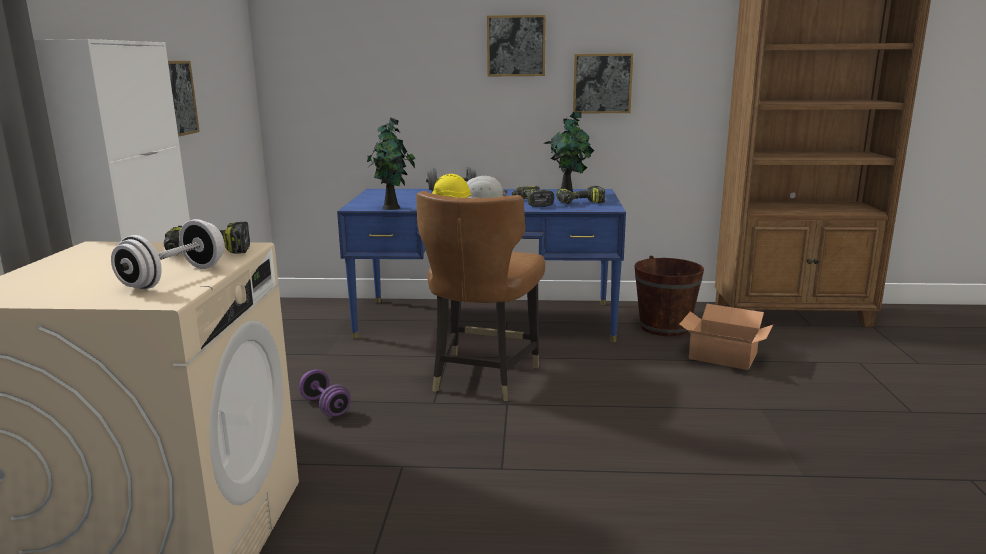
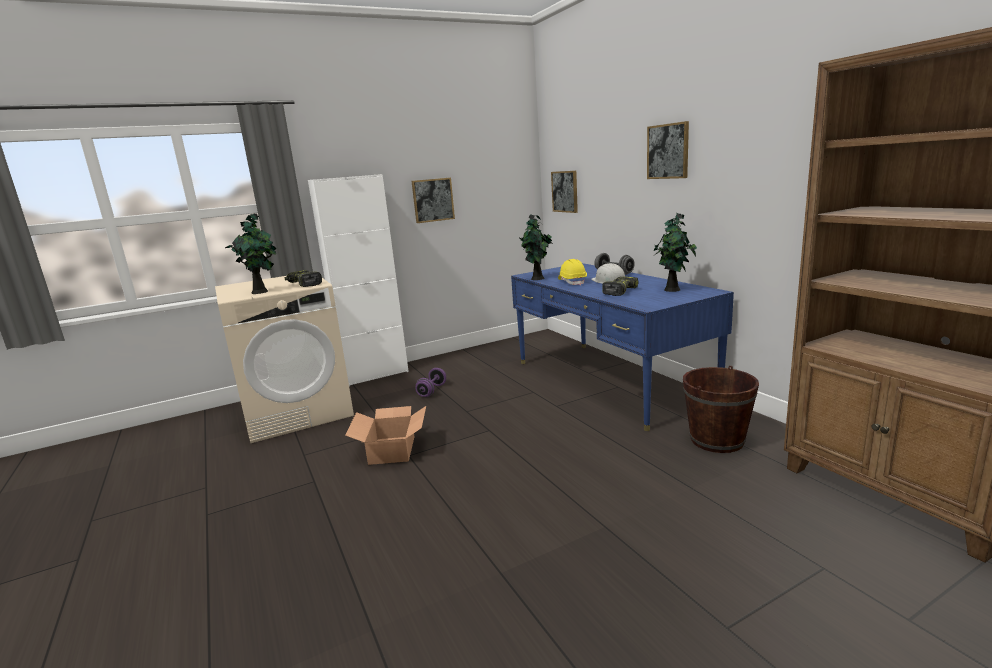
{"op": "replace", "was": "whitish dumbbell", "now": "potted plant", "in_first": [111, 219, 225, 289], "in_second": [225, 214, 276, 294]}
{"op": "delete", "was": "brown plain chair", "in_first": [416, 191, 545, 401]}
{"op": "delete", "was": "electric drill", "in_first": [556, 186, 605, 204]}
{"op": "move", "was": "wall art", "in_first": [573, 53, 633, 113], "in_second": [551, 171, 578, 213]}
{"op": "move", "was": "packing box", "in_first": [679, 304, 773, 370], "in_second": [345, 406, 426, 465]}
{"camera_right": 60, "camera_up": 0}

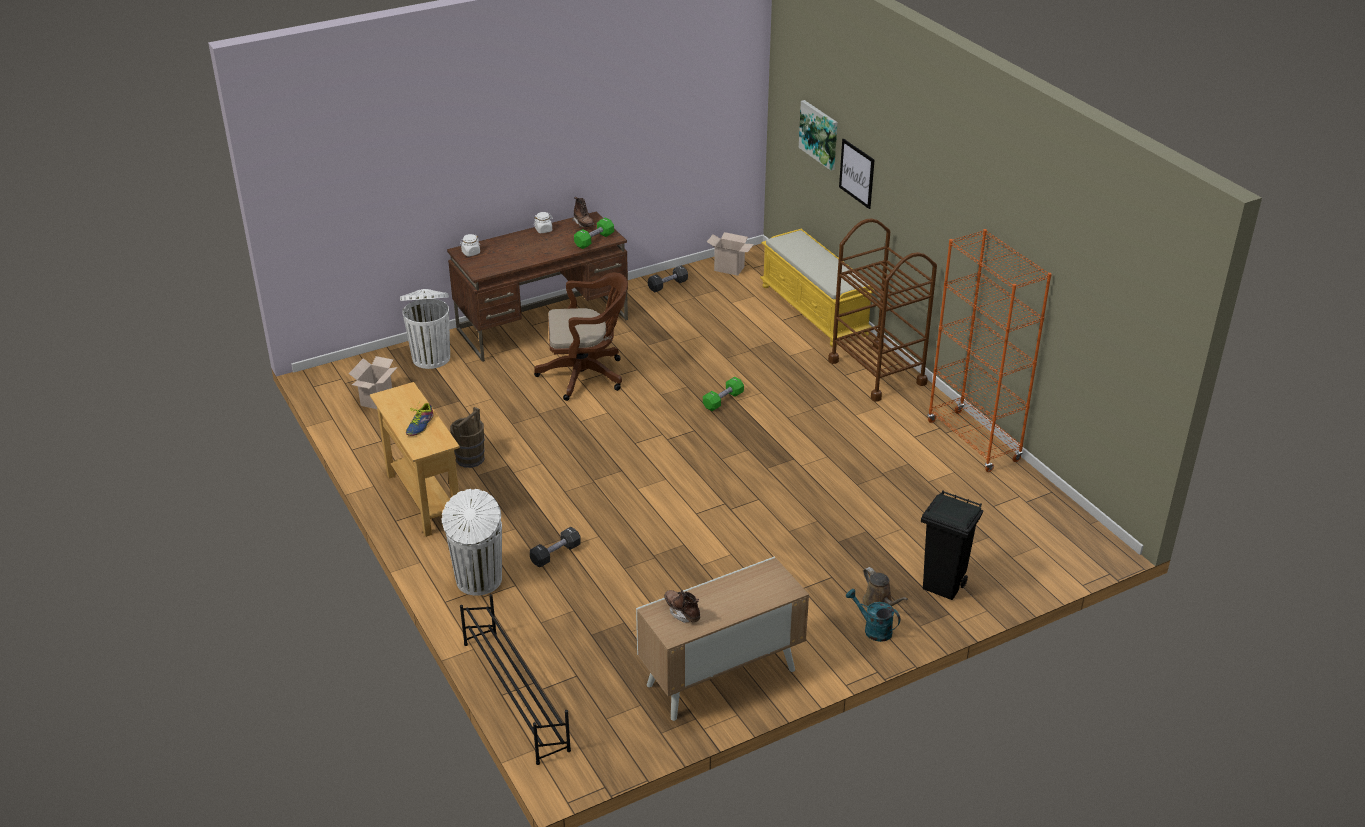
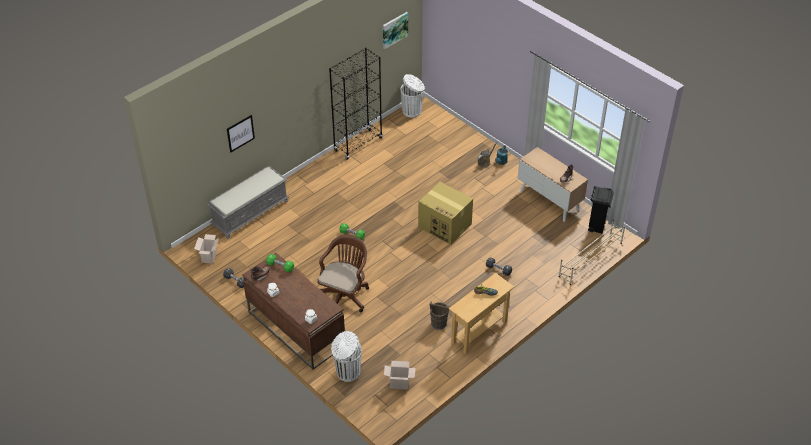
{"op": "move", "was": "whitish waste bin", "in_first": [442, 489, 502, 596], "in_second": [401, 74, 425, 117]}
{"op": "recolor", "was": "black shoe stand", "now": "sand-coloured shoe stand", "in_first": [460, 594, 571, 765], "in_second": [559, 220, 625, 285]}
{"op": "rotate", "was": "brown computer chair", "in_first": [534, 272, 628, 401], "in_second": [317, 235, 369, 313], "clockwise": 45}
{"op": "recolor", "was": "yellow indoor bench", "now": "greyish indoor bench", "in_first": [760, 229, 873, 347], "in_second": [207, 165, 289, 239]}
{"op": "move", "was": "wall art", "in_first": [799, 100, 837, 171], "in_second": [383, 12, 408, 49]}
{"op": "delete", "was": "brown cart", "in_first": [828, 218, 937, 402]}
{"op": "move", "was": "black waste bin", "in_first": [921, 491, 983, 600], "in_second": [588, 186, 614, 233]}
{"op": "recolor", "was": "orange-coloured shelving unit", "now": "black shelving unit", "in_first": [927, 229, 1052, 472], "in_second": [329, 48, 382, 160]}
{"op": "insert", "now": "packing box", "in_second": [418, 182, 473, 245]}
{"camera_right": -105, "camera_up": 10}

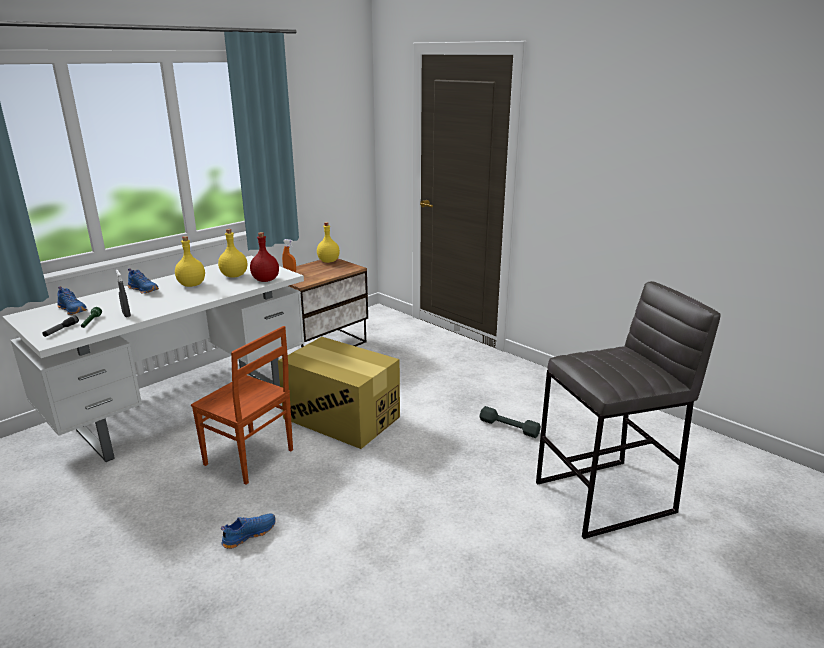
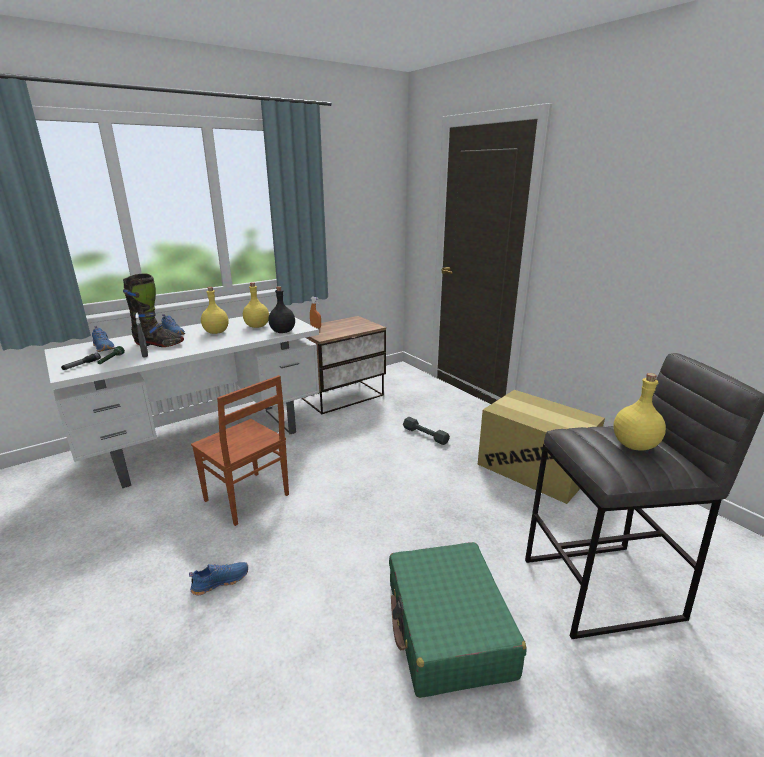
{"op": "recolor", "was": "red beverage bottle", "now": "black beverage bottle", "in_first": [250, 232, 279, 282], "in_second": [268, 286, 295, 333]}
{"op": "move", "was": "packing box", "in_first": [278, 337, 400, 449], "in_second": [478, 390, 605, 504]}
{"op": "move", "was": "yellow beverage bottle", "in_first": [317, 222, 340, 263], "in_second": [613, 373, 666, 451]}
{"op": "move", "was": "greyish dumbbell", "in_first": [479, 406, 541, 438], "in_second": [403, 417, 450, 445]}
{"op": "insert", "now": "black tall boot", "in_second": [123, 274, 184, 347]}
{"op": "insert", "now": "green-coloured travel case", "in_second": [389, 542, 527, 698]}
{"camera_right": 10, "camera_up": 0}

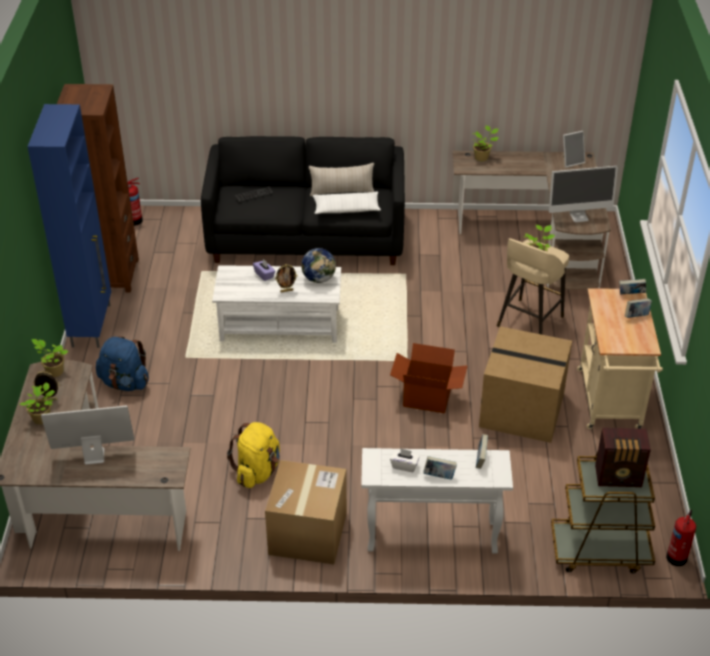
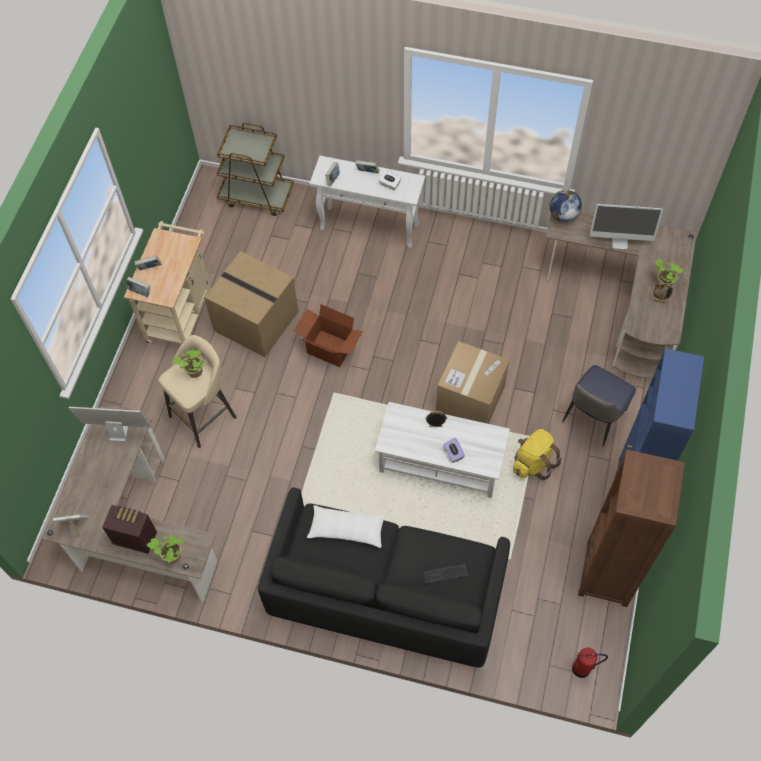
{"op": "delete", "was": "potted plant", "in_first": [31, 339, 68, 377]}
{"op": "replace", "was": "bluish rucksack", "now": "plain chair", "in_first": [96, 336, 149, 391], "in_second": [562, 365, 636, 447]}
{"op": "move", "was": "yellow rucksack", "in_first": [227, 422, 280, 488], "in_second": [513, 429, 561, 480]}
{"op": "move", "was": "packing box", "in_first": [265, 460, 347, 564], "in_second": [436, 341, 510, 424]}
{"op": "move", "was": "world globe", "in_first": [301, 248, 336, 283], "in_second": [549, 190, 582, 222]}
{"op": "delete", "was": "sand-coloured pillow", "in_first": [309, 163, 374, 196]}
{"op": "move", "was": "radio set", "in_first": [595, 428, 651, 487], "in_second": [102, 505, 157, 554]}
{"op": "delete", "was": "fire extinguisher", "in_first": [666, 510, 696, 566]}
{"camera_right": -165, "camera_up": 20}

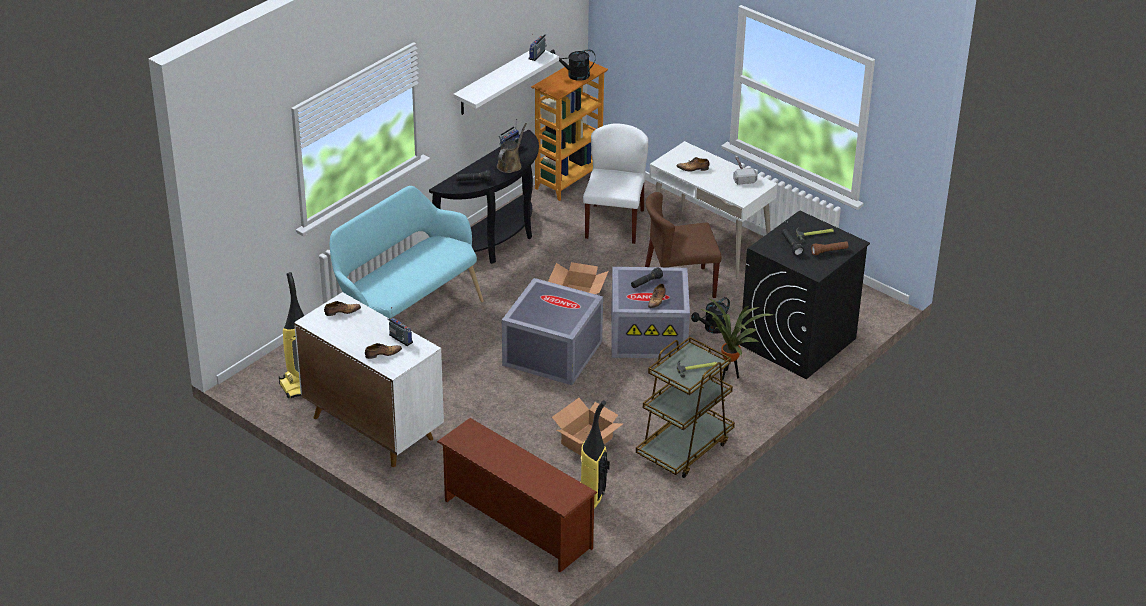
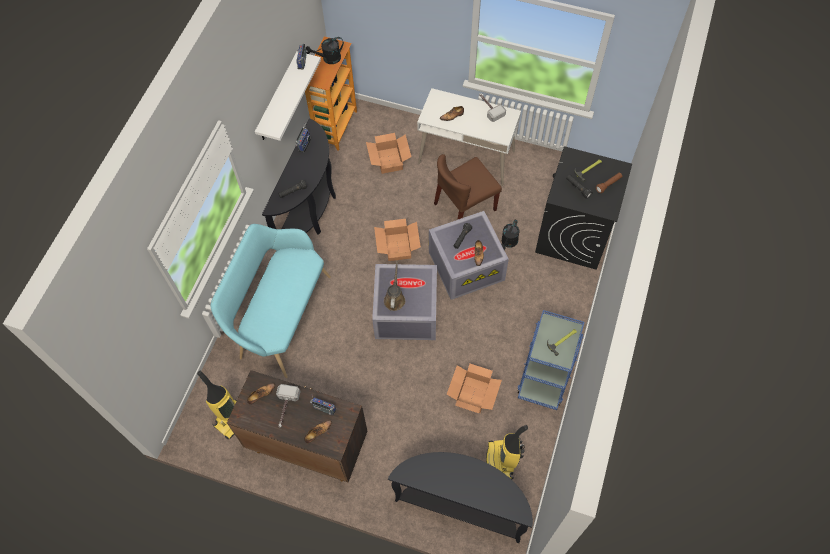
{"op": "recolor", "was": "whitish storage cabinet", "now": "brown storage cabinet", "in_first": [294, 292, 444, 467], "in_second": [227, 370, 367, 482]}
{"op": "replace", "was": "brown shoe stand", "now": "black console table", "in_first": [437, 418, 597, 572], "in_second": [388, 452, 533, 543]}
{"op": "move", "was": "brown sprinkling can", "in_first": [497, 123, 527, 173], "in_second": [384, 261, 405, 311]}
{"op": "replace", "was": "whitish plain chair", "now": "packing box", "in_first": [583, 123, 648, 244], "in_second": [366, 133, 411, 174]}
{"op": "recolor", "was": "brown cart", "now": "bluish cart", "in_first": [636, 337, 735, 478], "in_second": [517, 310, 584, 410]}
{"op": "delete", "was": "potted plant", "in_first": [701, 299, 774, 380]}
{"op": "insert", "now": "hammer", "in_second": [276, 384, 300, 427]}
{"camera_right": -20, "camera_up": 25}

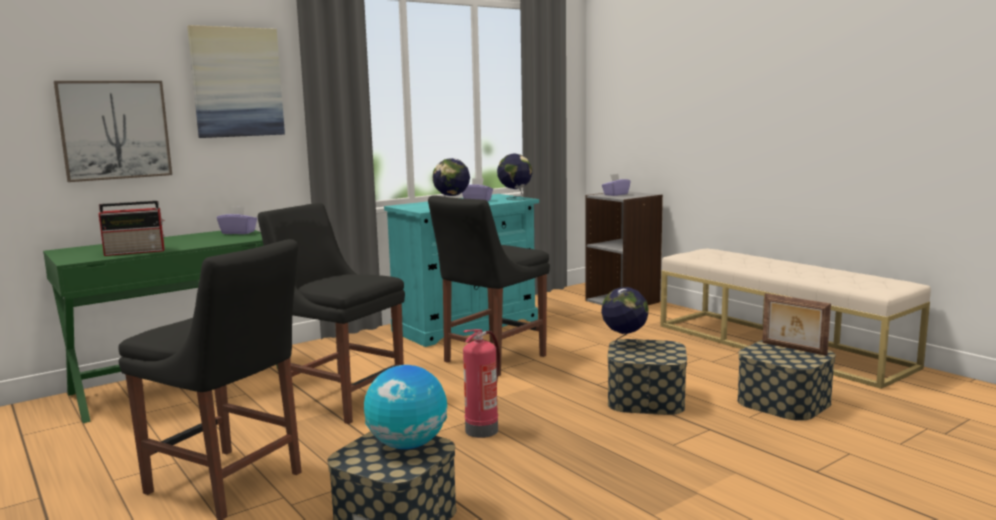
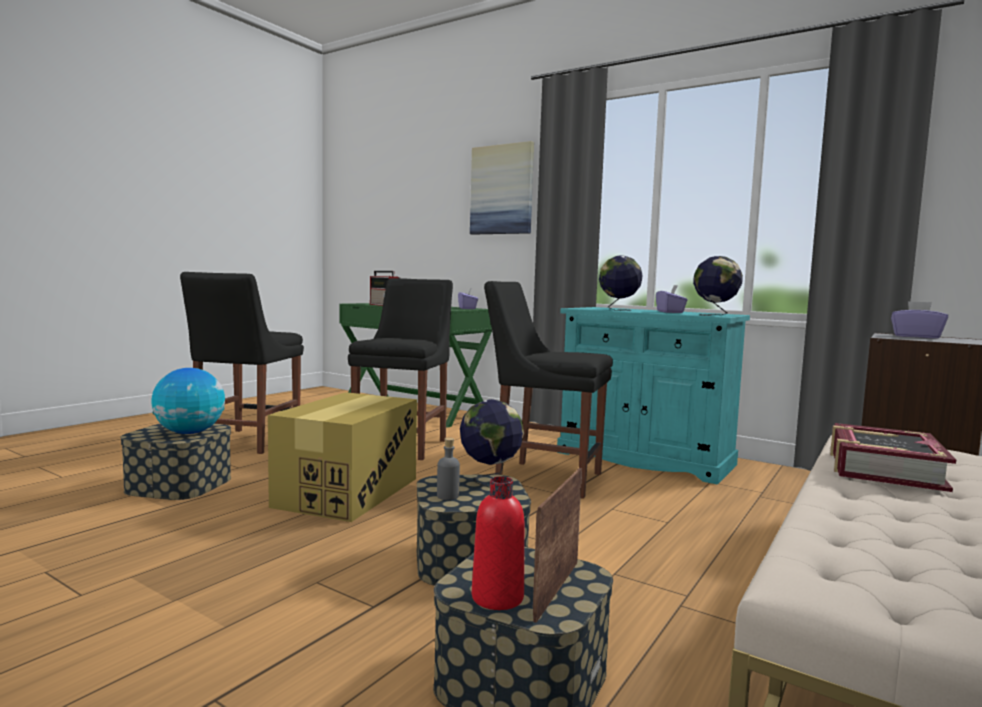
{"op": "delete", "was": "wall art", "in_first": [54, 81, 172, 182]}
{"op": "replace", "was": "fire extinguisher", "now": "packing box", "in_first": [463, 329, 500, 438], "in_second": [268, 392, 417, 522]}
{"op": "insert", "now": "greyish beverage bottle", "in_second": [437, 438, 460, 500]}
{"op": "insert", "now": "red beverage bottle", "in_second": [472, 476, 524, 610]}
{"op": "insert", "now": "book", "in_second": [830, 423, 956, 492]}
{"camera_right": 70, "camera_up": -5}

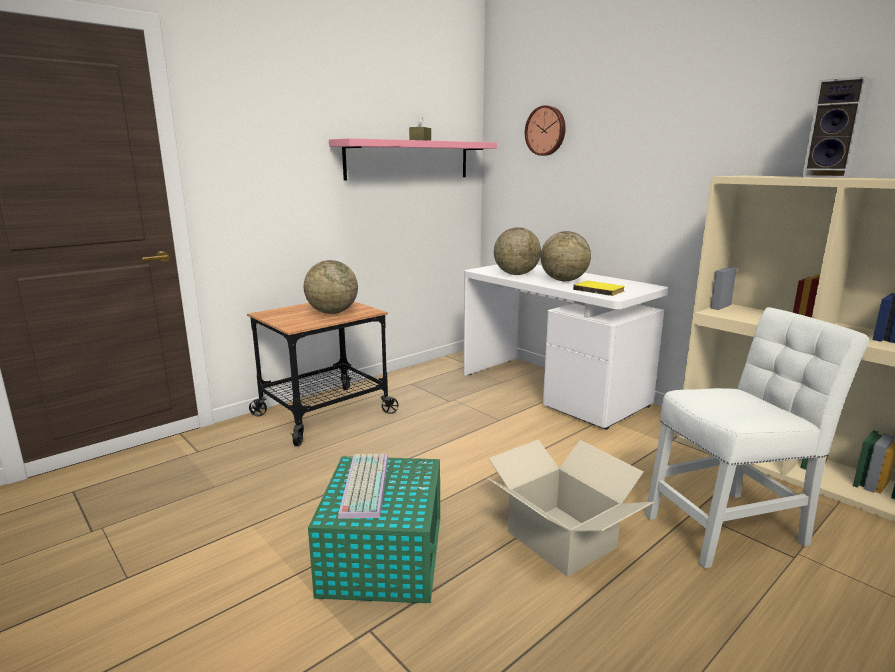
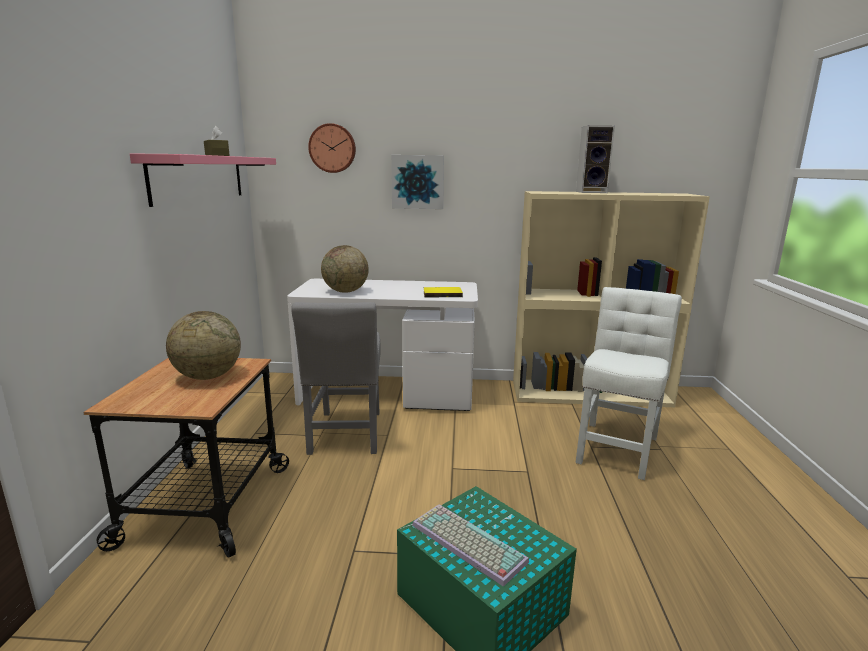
{"op": "delete", "was": "packing box", "in_first": [487, 440, 654, 577]}
{"op": "delete", "was": "world globe", "in_first": [540, 231, 591, 281]}
{"op": "insert", "now": "greyish plain chair", "in_second": [291, 302, 381, 455]}
{"op": "insert", "now": "wall art", "in_second": [391, 155, 444, 209]}
{"camera_right": -45, "camera_up": 0}

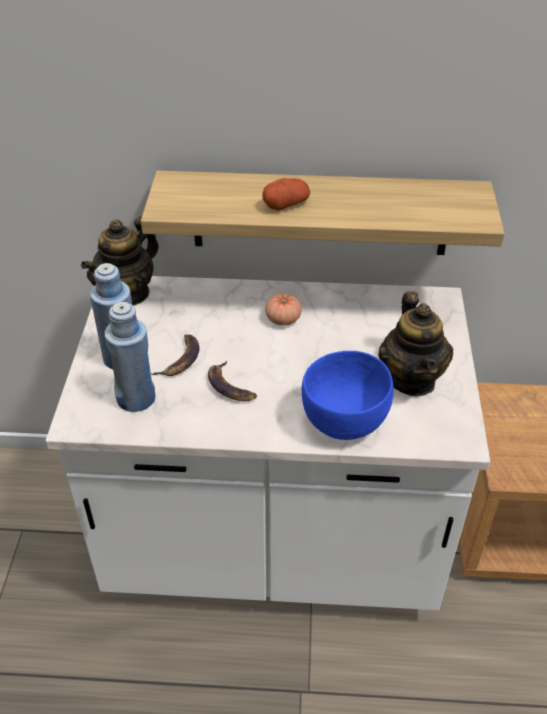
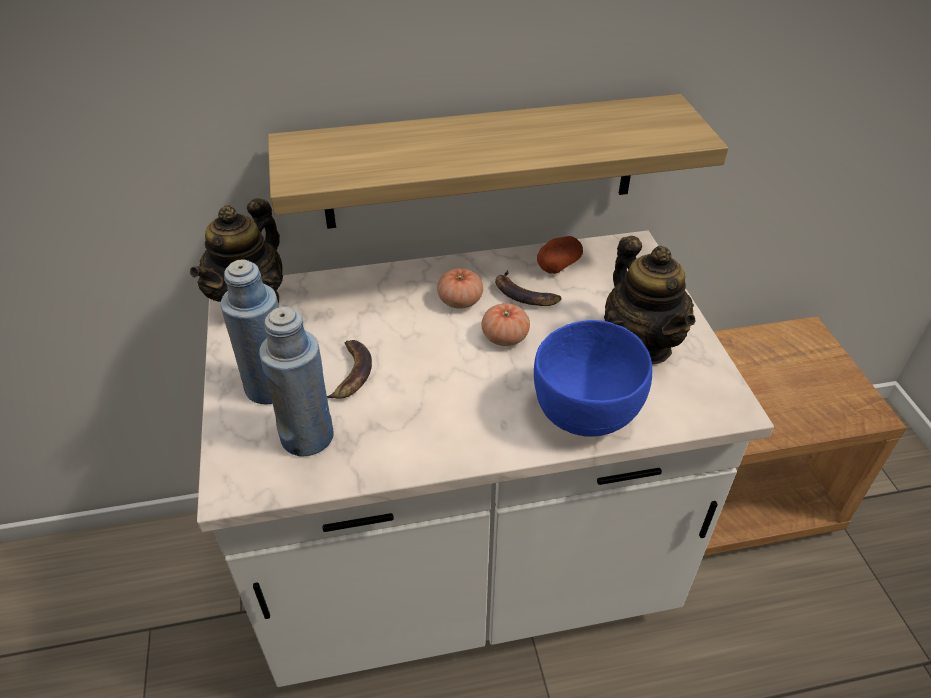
{"op": "move", "was": "banana", "in_first": [208, 360, 257, 401], "in_second": [495, 270, 561, 306]}
{"op": "move", "was": "whole potato", "in_first": [262, 178, 310, 211], "in_second": [537, 236, 583, 274]}
{"op": "insert", "now": "fresh tomato", "in_second": [481, 303, 530, 346]}
{"camera_right": -15, "camera_up": 0}

